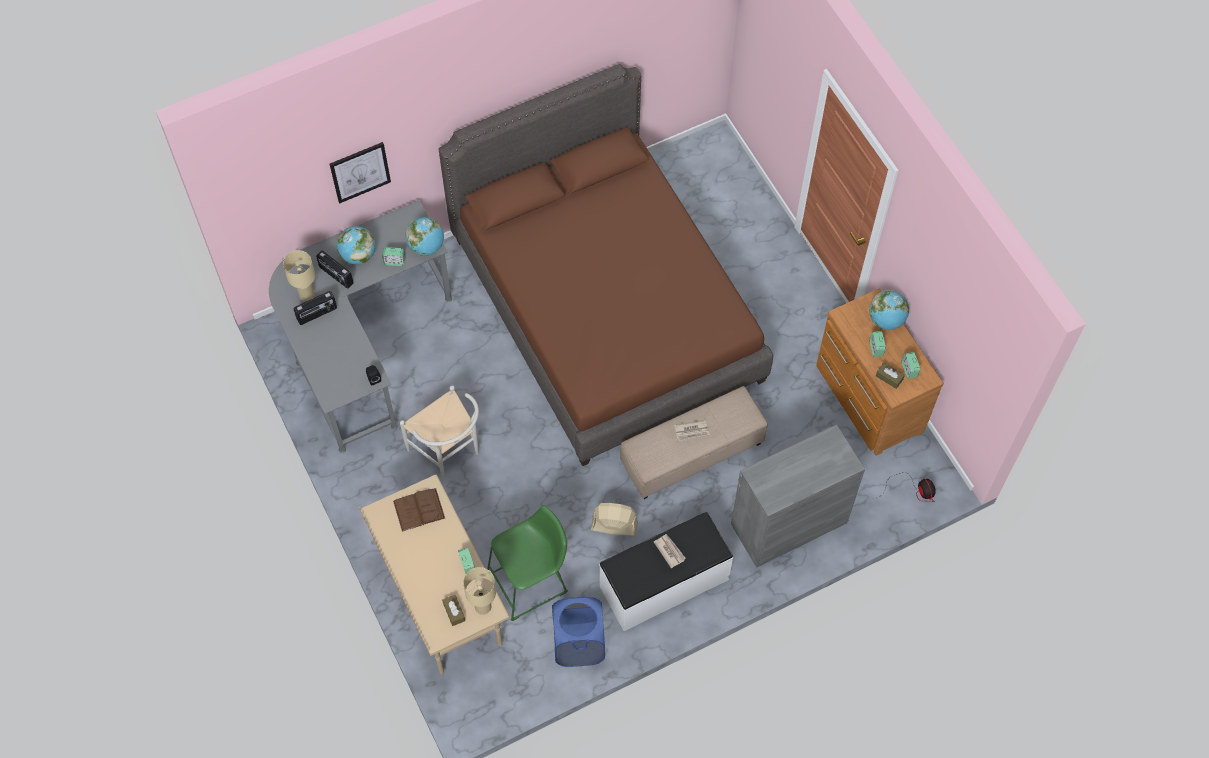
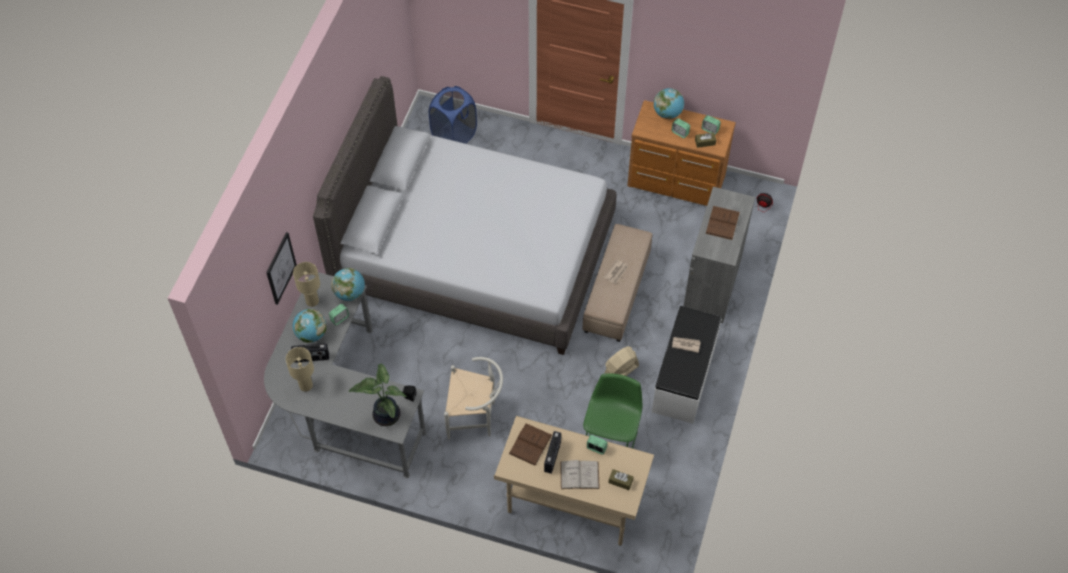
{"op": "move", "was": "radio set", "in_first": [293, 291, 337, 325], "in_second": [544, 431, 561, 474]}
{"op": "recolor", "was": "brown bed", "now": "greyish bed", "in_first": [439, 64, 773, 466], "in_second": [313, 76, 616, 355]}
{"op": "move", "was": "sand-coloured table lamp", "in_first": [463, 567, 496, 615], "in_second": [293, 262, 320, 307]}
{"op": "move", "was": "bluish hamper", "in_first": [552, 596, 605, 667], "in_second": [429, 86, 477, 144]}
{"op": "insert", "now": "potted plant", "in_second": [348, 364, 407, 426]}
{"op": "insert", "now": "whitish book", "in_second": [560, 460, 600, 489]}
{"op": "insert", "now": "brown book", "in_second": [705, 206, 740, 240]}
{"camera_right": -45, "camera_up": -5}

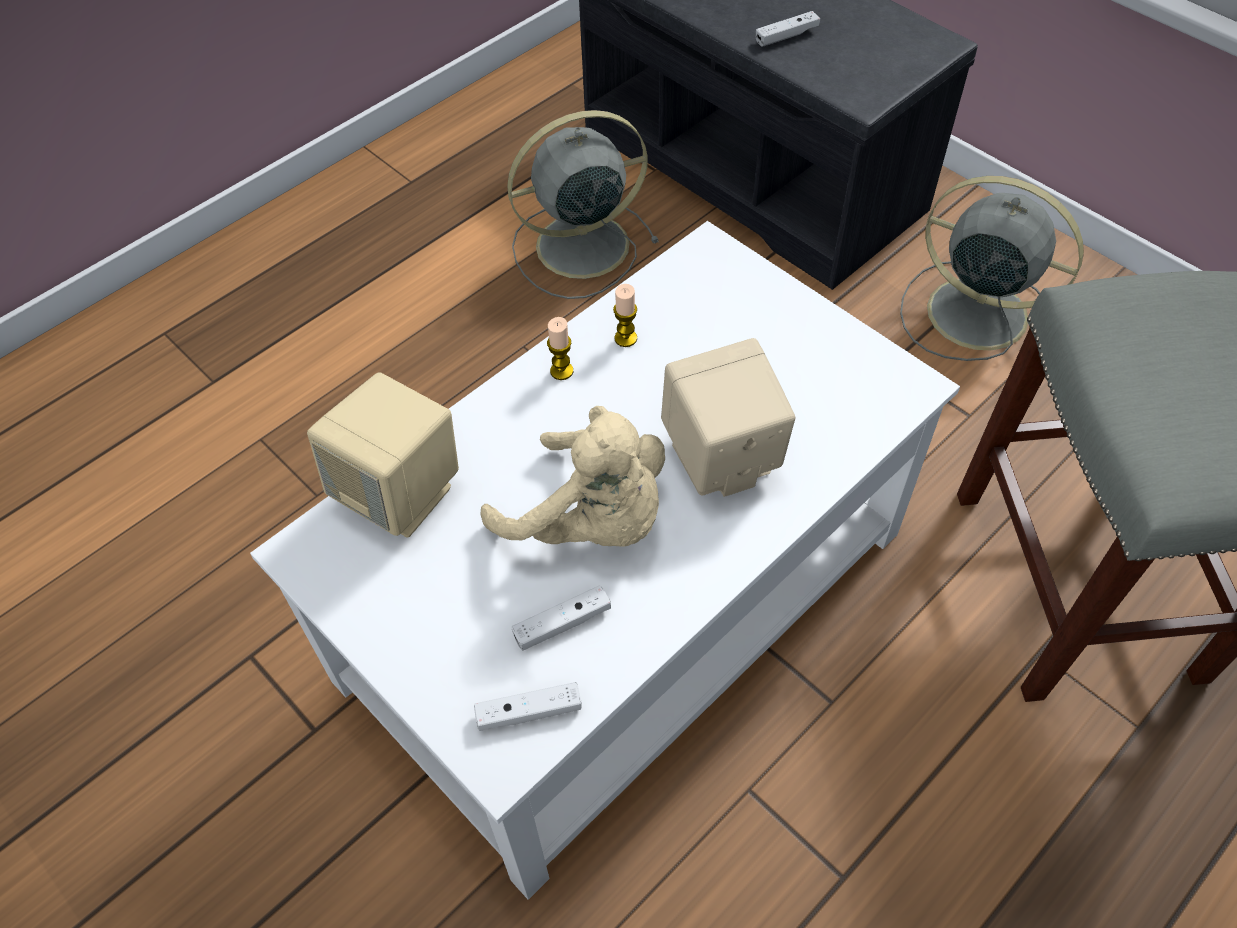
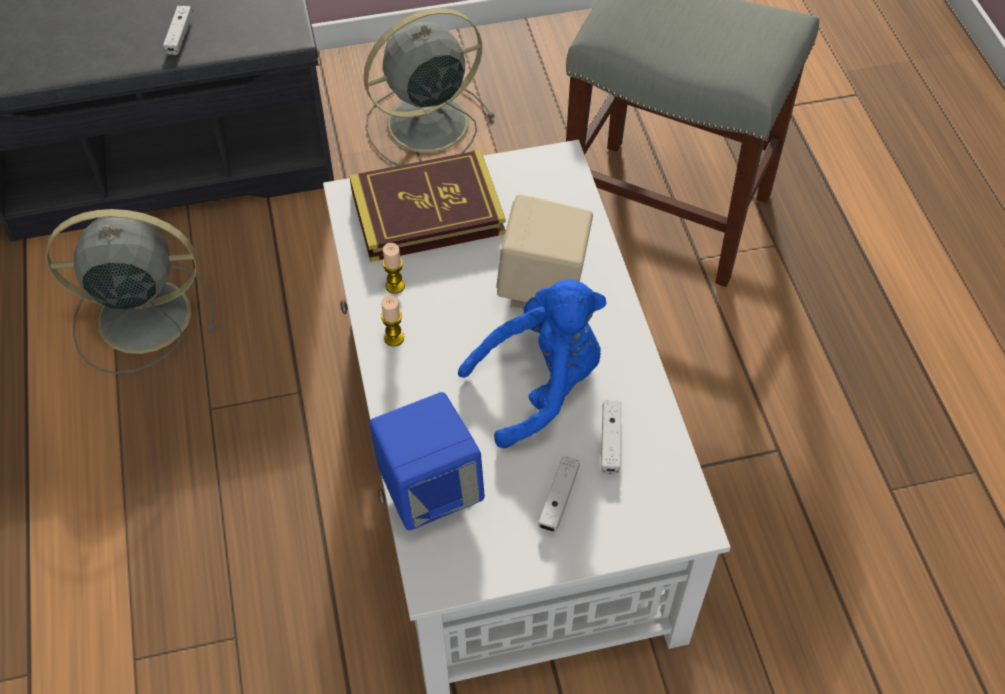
{"op": "recolor", "was": "sand-coloured loudspeaker", "now": "bluish loudspeaker", "in_first": [307, 372, 459, 538], "in_second": [369, 392, 485, 530]}
{"op": "move", "was": "whitish game controller", "in_first": [474, 682, 582, 731], "in_second": [538, 456, 580, 532]}
{"op": "recolor", "was": "sand-coloured cuddly toy", "now": "bluish cuddly toy", "in_first": [481, 406, 665, 547], "in_second": [458, 279, 607, 448]}
{"op": "rotate", "was": "greyish cooling fan", "in_first": [507, 110, 659, 299], "in_second": [46, 209, 215, 374], "clockwise": 75}
{"op": "insert", "now": "book", "in_second": [349, 150, 505, 262]}
{"camera_right": -60, "camera_up": 0}

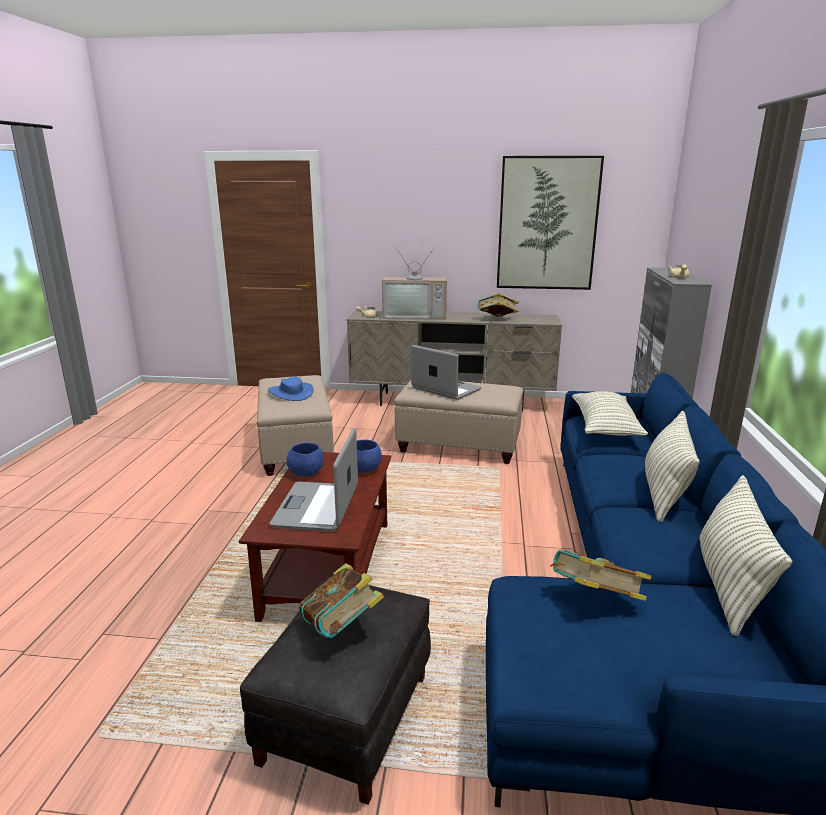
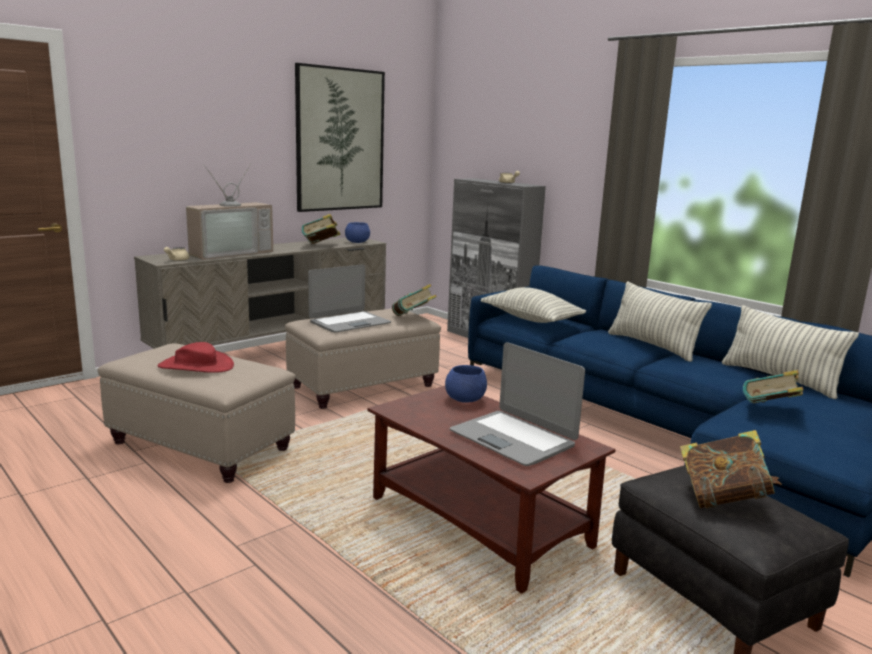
{"op": "recolor", "was": "bluish wearable hat", "now": "red wearable hat", "in_first": [268, 377, 314, 401], "in_second": [158, 342, 234, 373]}
{"op": "move", "was": "bluish bowl", "in_first": [286, 443, 324, 476], "in_second": [345, 222, 370, 243]}
{"op": "rotate", "was": "portable computer", "in_first": [411, 345, 482, 400], "in_second": [308, 264, 391, 332], "clockwise": 150}
{"op": "insert", "now": "book", "in_second": [392, 284, 437, 316]}
{"camera_right": -50, "camera_up": -5}

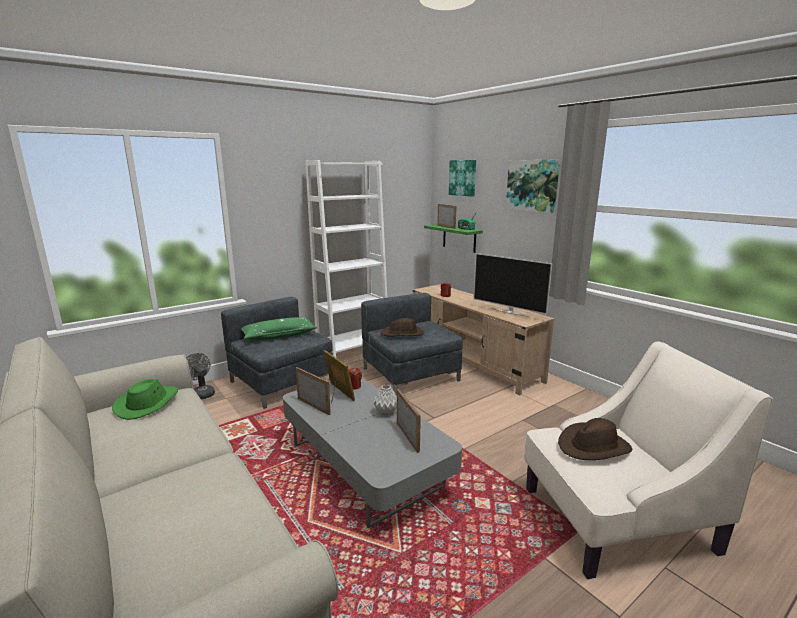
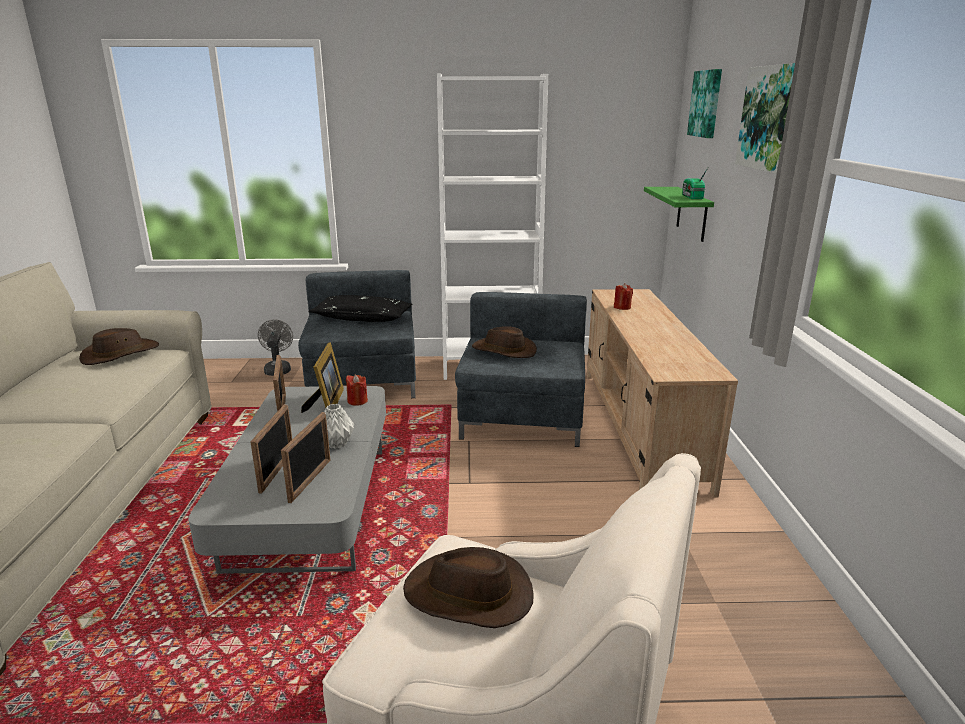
{"op": "recolor", "was": "green-coloured wearable hat", "now": "brown wearable hat", "in_first": [112, 379, 178, 420], "in_second": [79, 328, 159, 365]}
{"op": "recolor", "was": "green-coloured pillow", "now": "black pillow", "in_first": [241, 317, 317, 340], "in_second": [308, 295, 413, 322]}
{"op": "move", "was": "photo frame", "in_first": [437, 204, 457, 229], "in_second": [251, 404, 292, 494]}
{"op": "delete", "was": "TV", "in_first": [473, 253, 552, 317]}
{"camera_right": 35, "camera_up": 5}

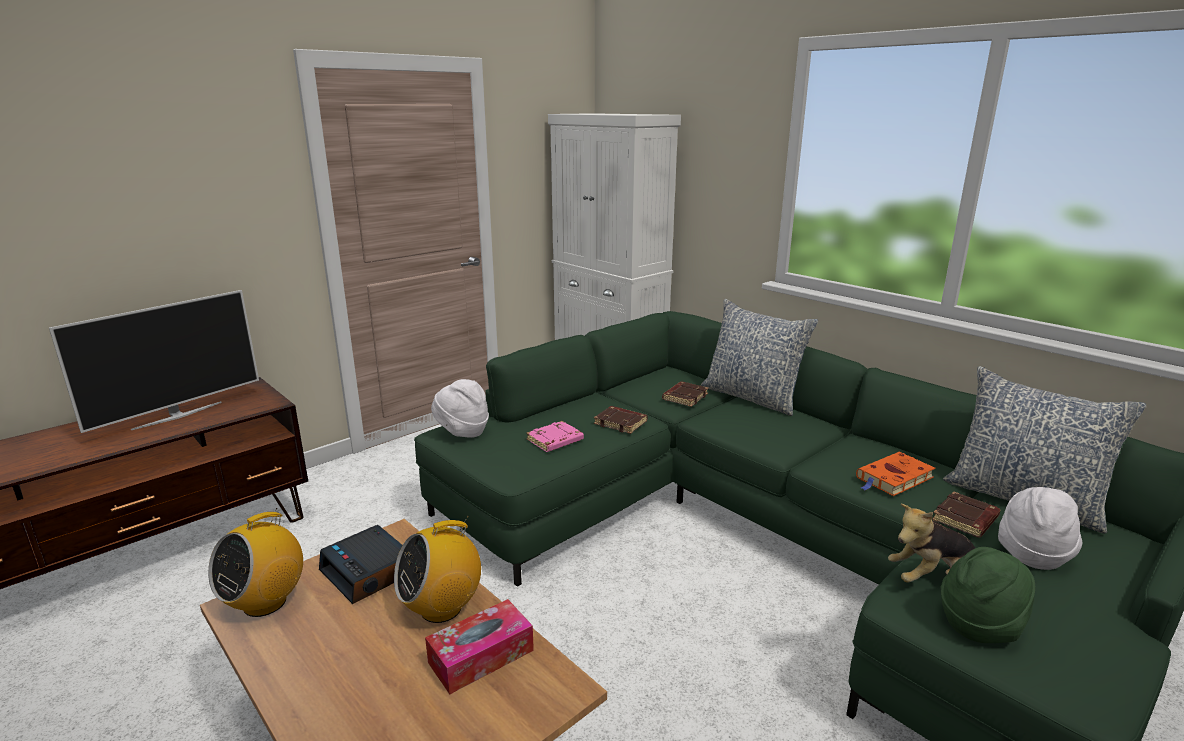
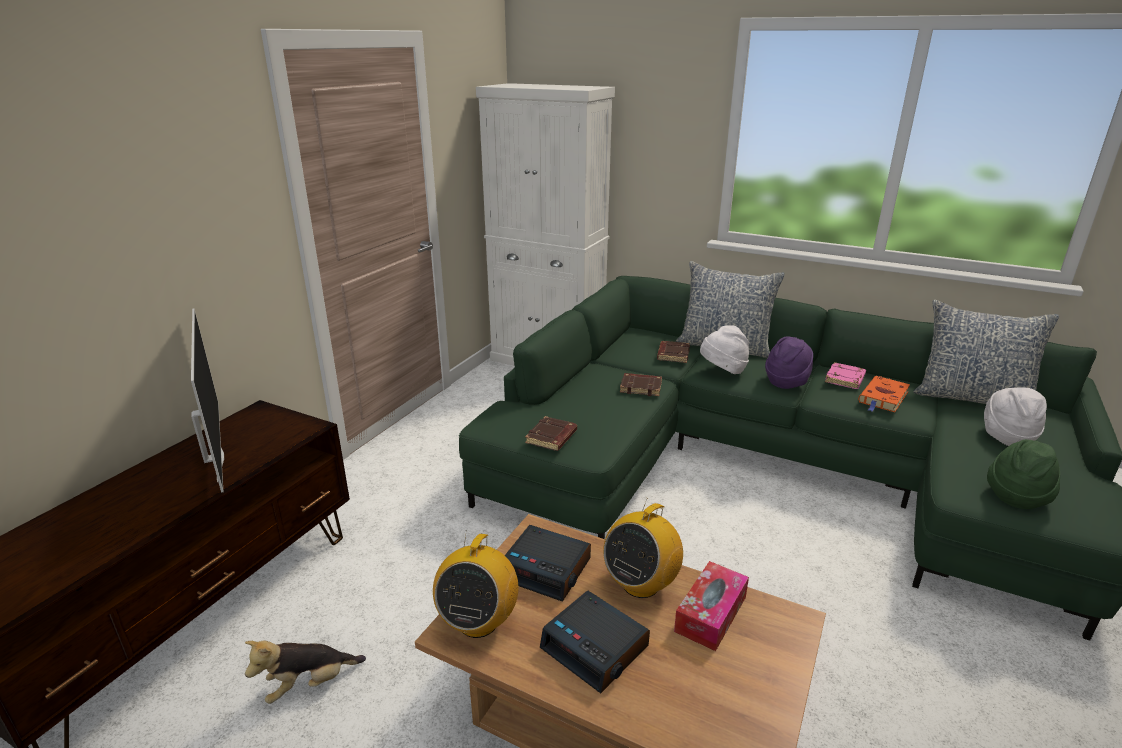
{"op": "rotate", "was": "TV", "in_first": [49, 290, 259, 433], "in_second": [191, 309, 224, 493], "clockwise": -45}
{"op": "move", "was": "whitish wearable hat", "in_first": [431, 379, 489, 438], "in_second": [700, 325, 749, 374]}
{"op": "move", "was": "pinkish book", "in_first": [526, 421, 584, 452], "in_second": [825, 362, 866, 389]}
{"op": "move", "was": "cuddly toy", "in_first": [888, 504, 975, 583], "in_second": [245, 640, 366, 704]}
{"op": "move", "was": "brown book", "in_first": [932, 492, 1000, 537], "in_second": [525, 416, 577, 451]}
{"op": "insert", "now": "table clock", "in_second": [540, 591, 650, 693]}
{"op": "insert", "now": "purple wearable hat", "in_second": [765, 337, 813, 389]}
{"camera_right": -20, "camera_up": 5}

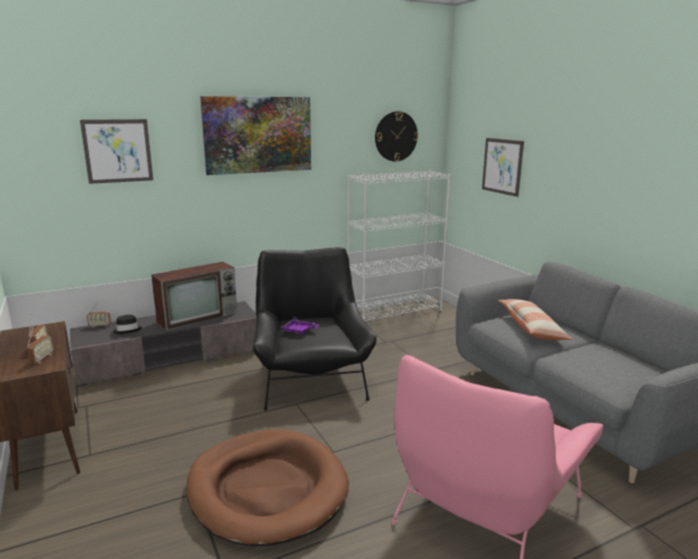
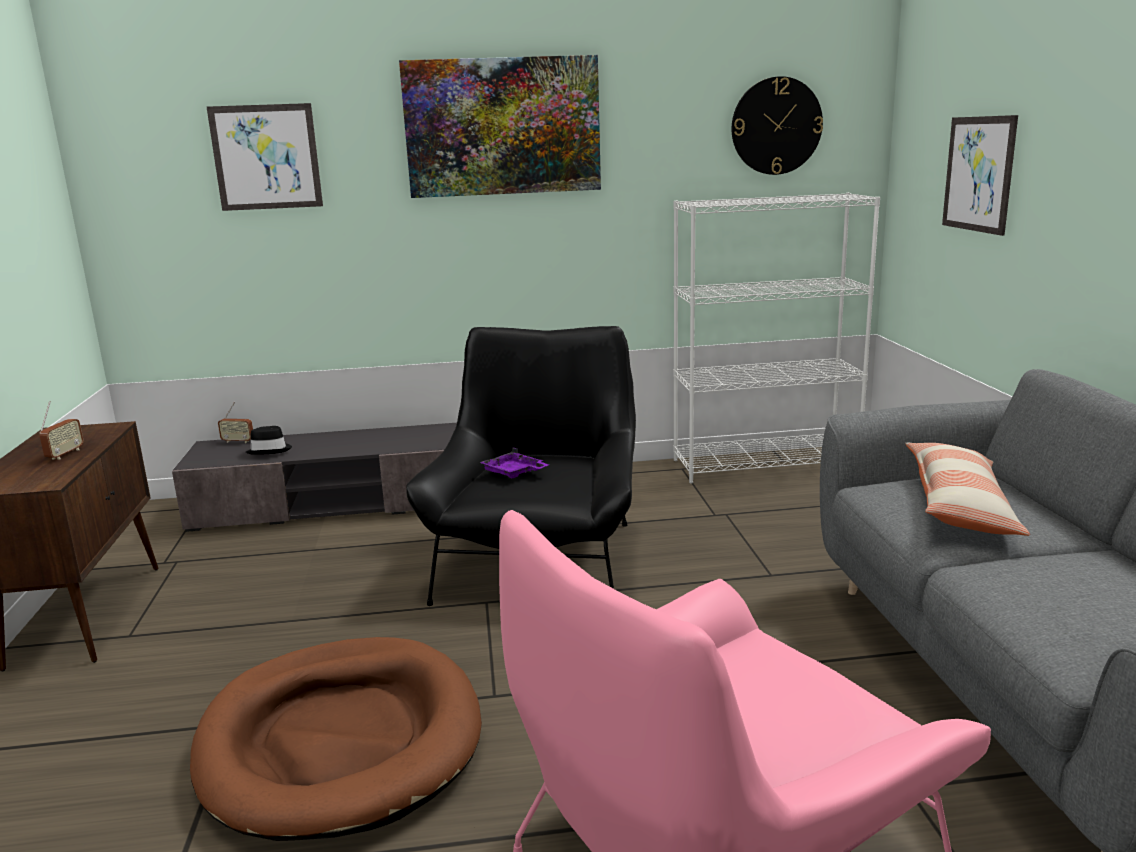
{"op": "delete", "was": "radio set", "in_first": [27, 325, 54, 363]}
{"op": "delete", "was": "TV", "in_first": [151, 262, 237, 330]}
{"camera_right": 20, "camera_up": 0}

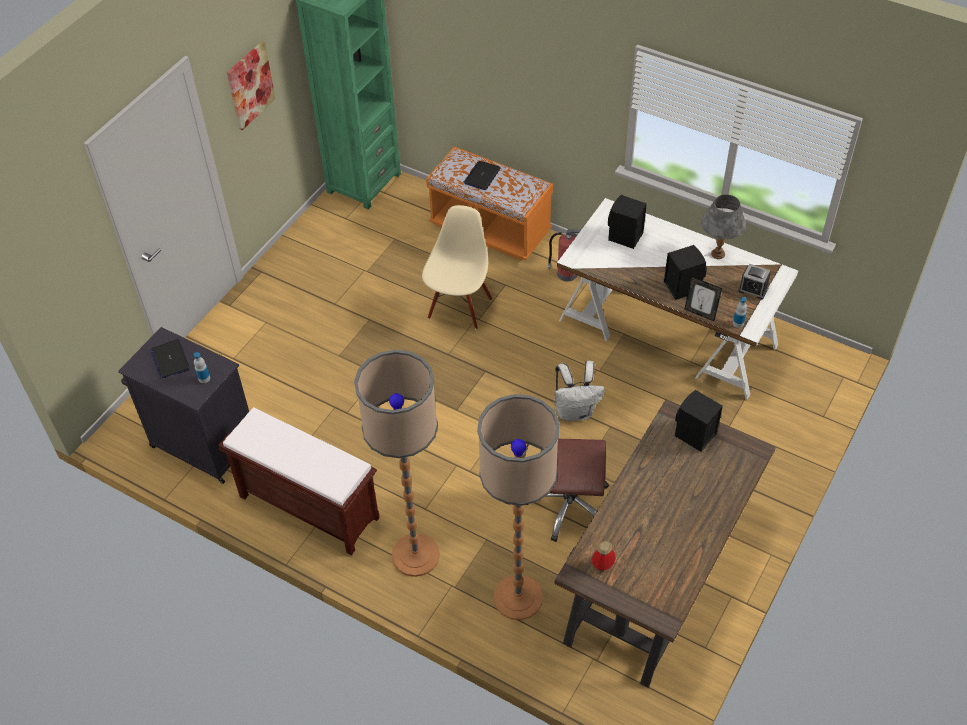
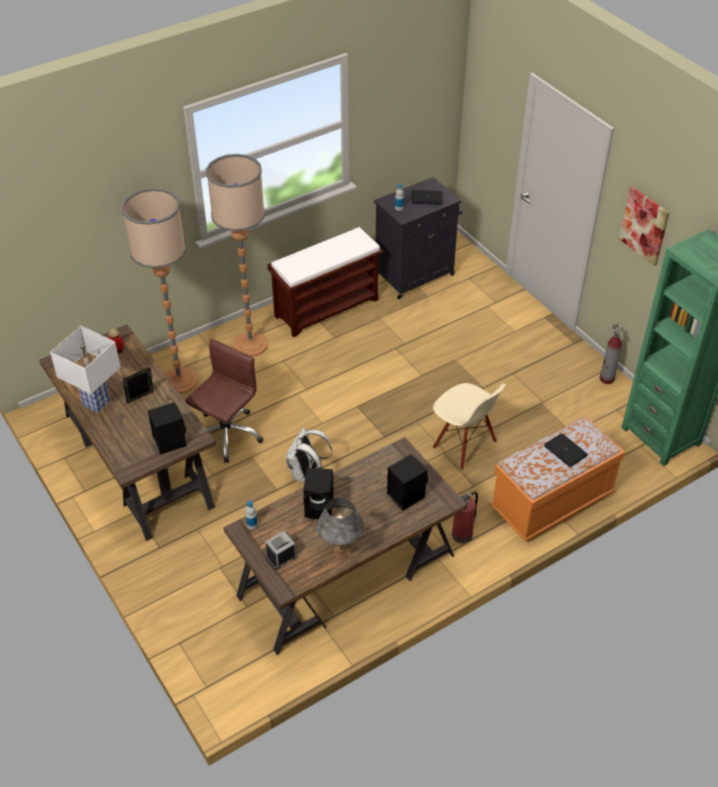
{"op": "recolor", "was": "whitish desk", "now": "brown desk", "in_first": [557, 198, 798, 400], "in_second": [224, 437, 467, 655]}
{"op": "move", "was": "photo frame", "in_first": [684, 276, 722, 321], "in_second": [123, 368, 153, 403]}
{"op": "insert", "now": "whitish table lamp", "in_second": [50, 326, 121, 413]}
{"op": "insert", "now": "fire extinguisher", "in_second": [600, 323, 622, 384]}
{"camera_right": 115, "camera_up": -5}

